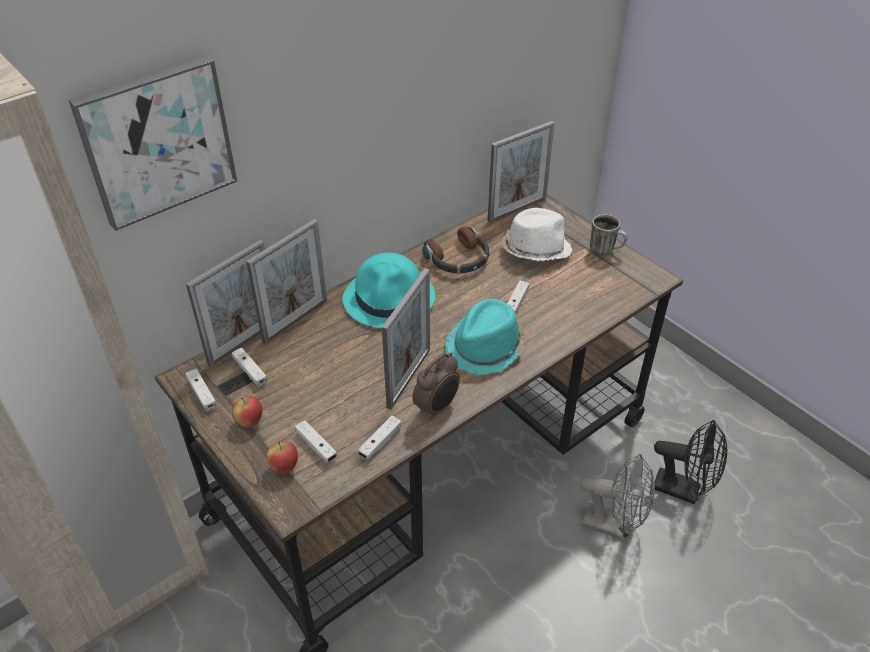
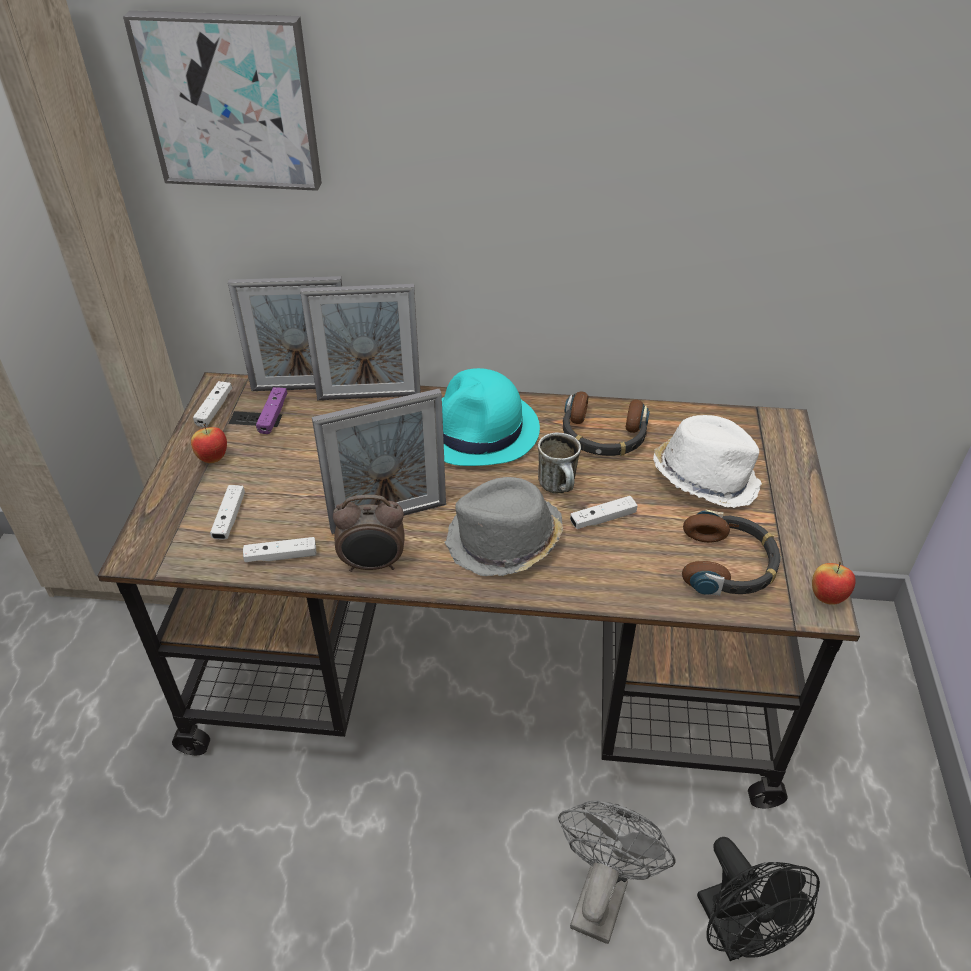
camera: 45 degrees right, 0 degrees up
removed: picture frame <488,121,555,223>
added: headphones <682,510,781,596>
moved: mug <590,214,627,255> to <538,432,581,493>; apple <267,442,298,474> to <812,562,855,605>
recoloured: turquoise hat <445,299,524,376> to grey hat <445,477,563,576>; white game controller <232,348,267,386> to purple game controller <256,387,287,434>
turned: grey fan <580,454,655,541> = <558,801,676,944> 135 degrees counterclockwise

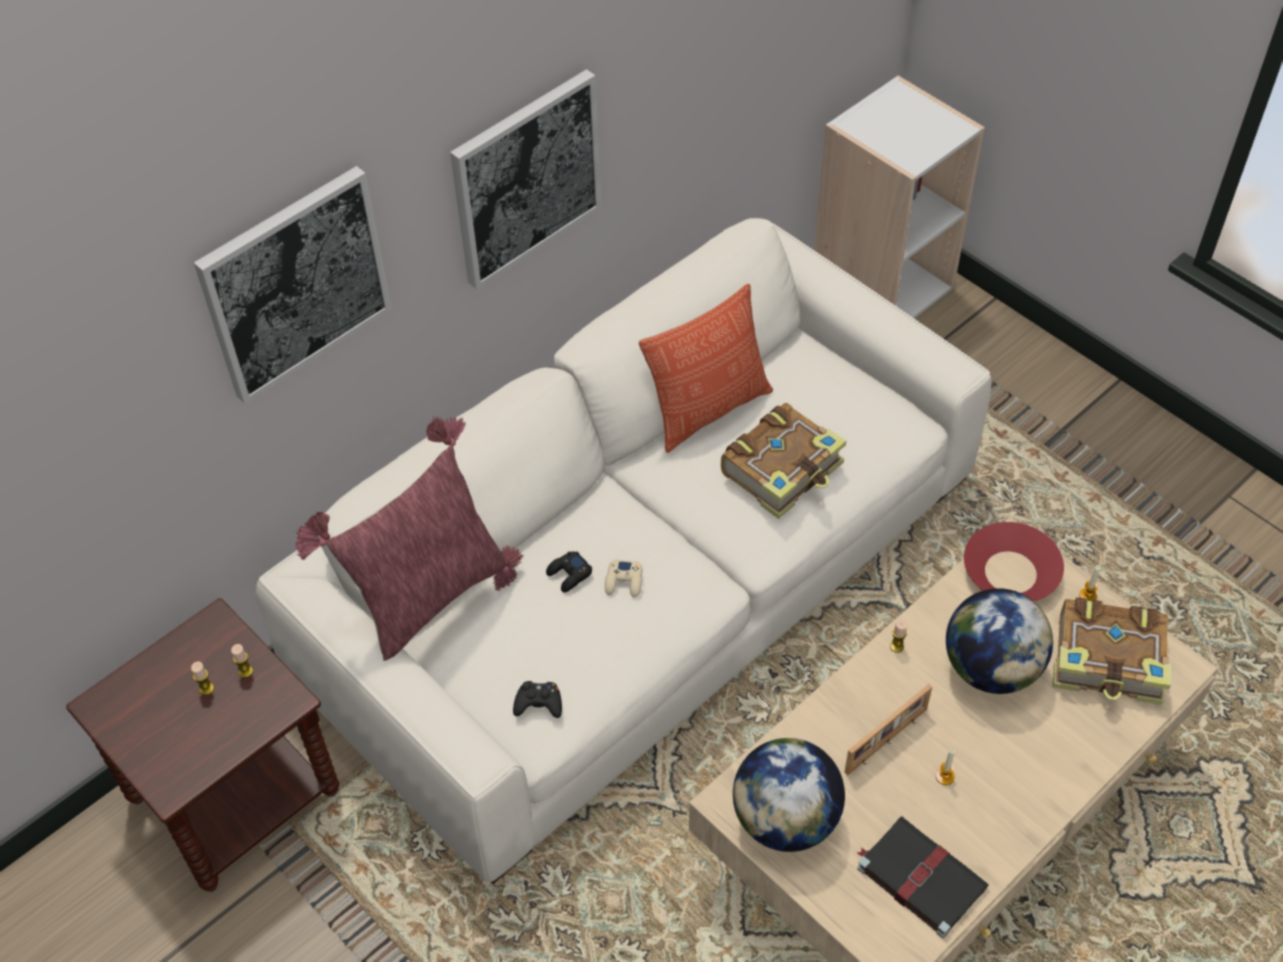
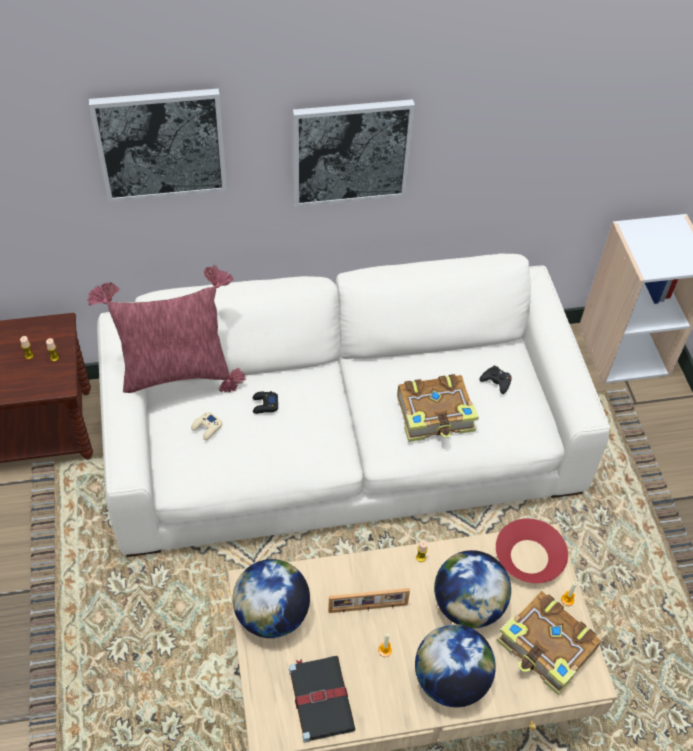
camera: 30 degrees right, 0 degrees up
removed: orange pillow <639,284,773,453>
added: globe <415,624,496,707>
moved: beige game controller <605,559,642,598> to <191,412,222,441>; black game controller <513,681,562,718> to <479,366,511,394>

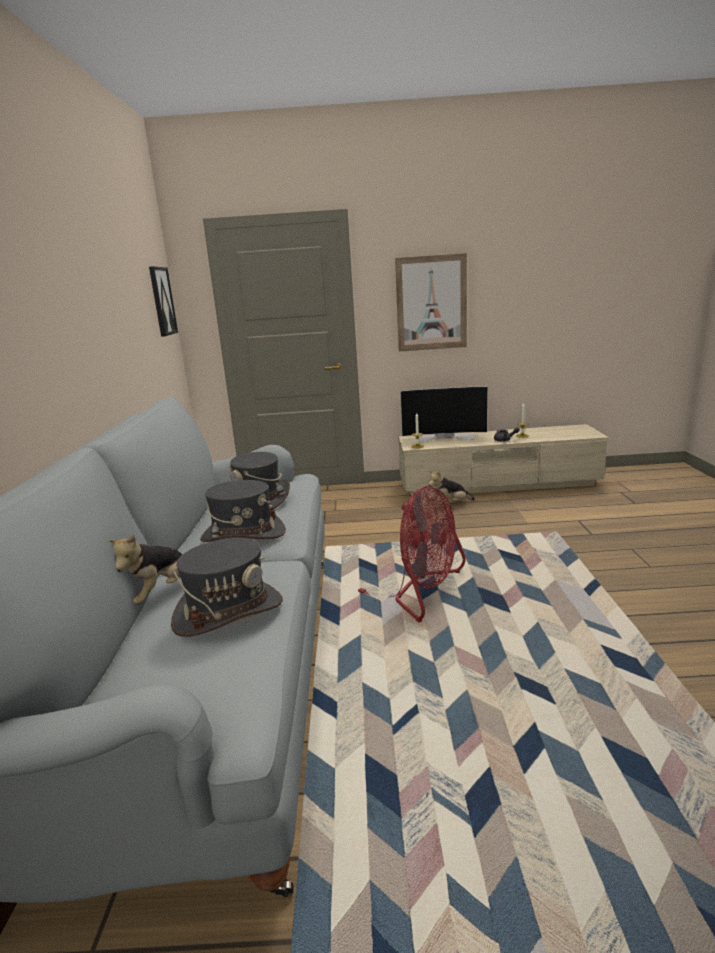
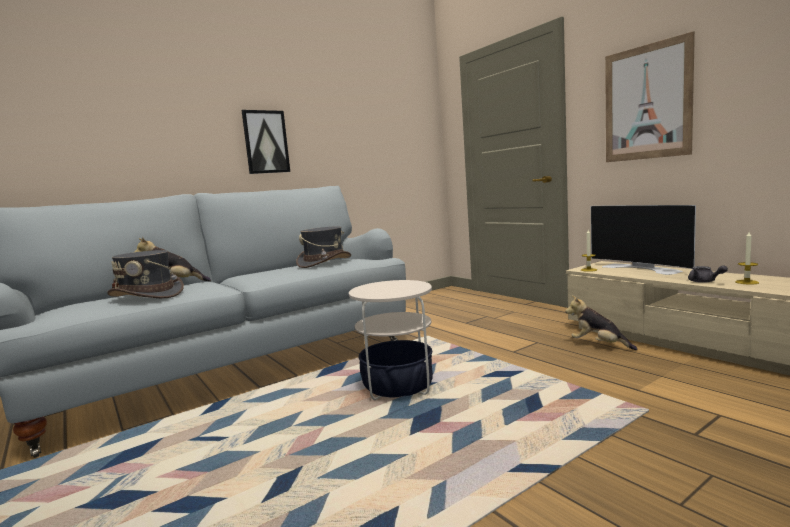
camera: 55 degrees right, 10 degrees down
removed: grey hat <200,480,286,542>
moved: picture <149,266,178,337> to <241,110,290,174>
replaced: red fan <358,486,466,622> to beige side table <349,280,433,400>

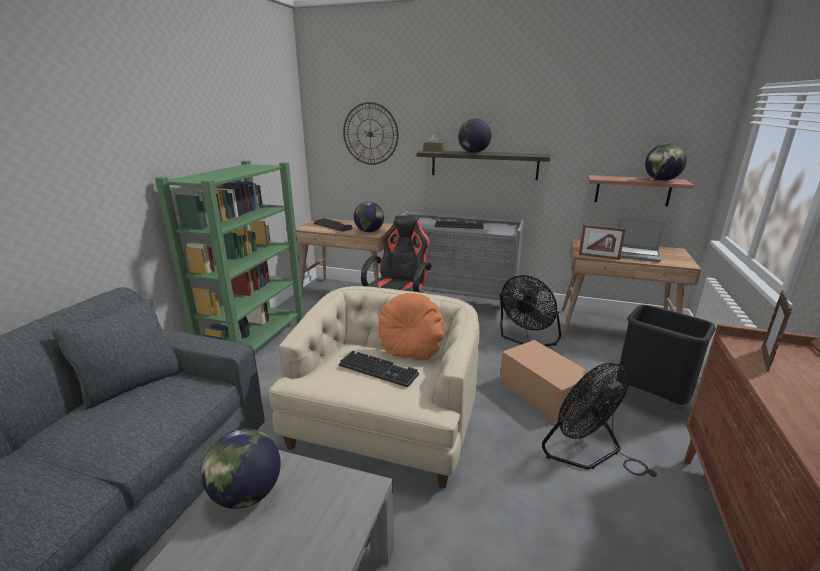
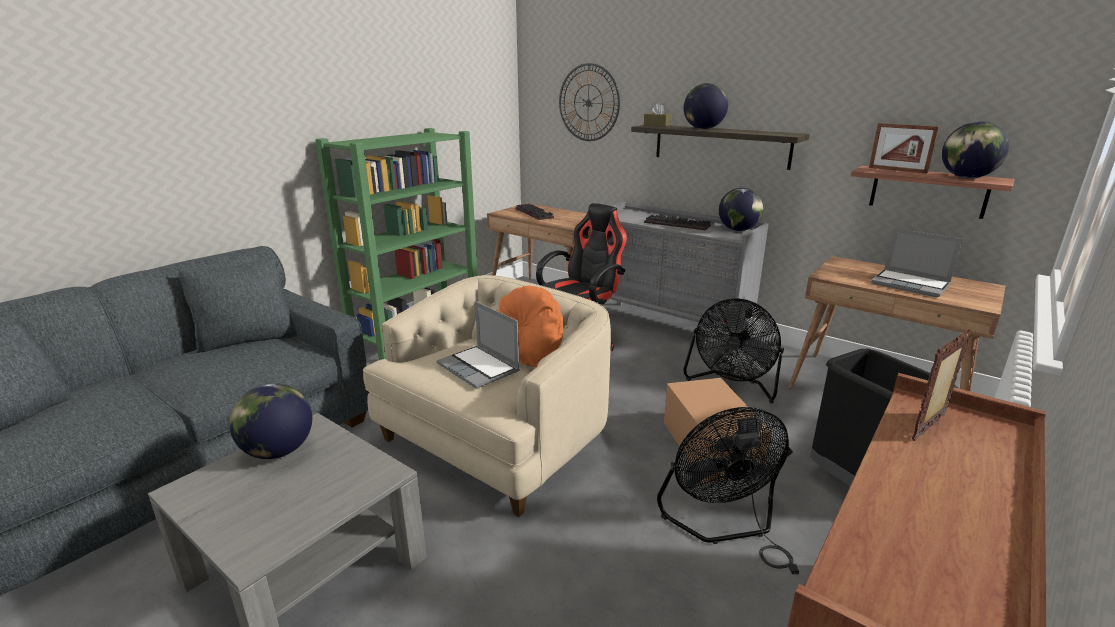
camera: 20 degrees right, 0 degrees up
moved: globe <354,202,384,232> to <719,188,763,231>; picture frame <579,225,626,260> to <869,123,939,174>
replaced: keyboard <339,350,419,387> to laptop <437,301,520,389>
turned: black fan <499,275,561,346> = <684,298,784,403> 150 degrees clockwise

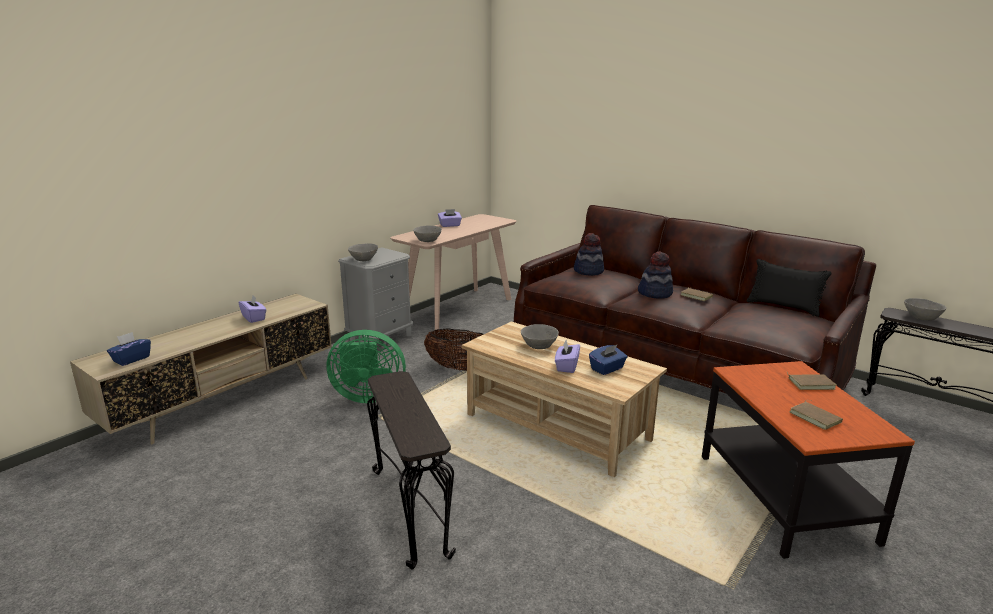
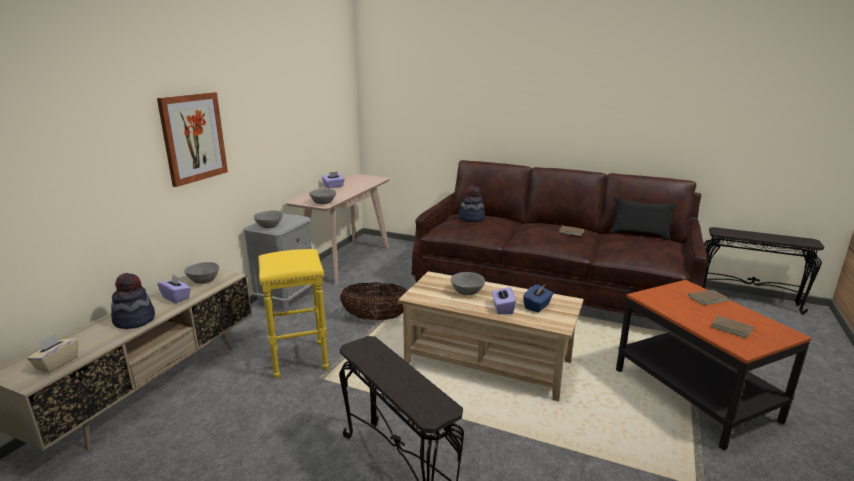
camera: 15 degrees left, 0 degrees up
added: picture <157,92,228,187>
moved: hat <638,252,673,299> to <111,273,155,329>; grey bowl <904,298,947,321> to <184,262,219,284>
replaced: green fan <327,330,406,403> to yellow stool <258,249,329,379>
recoloured: blue tissue box <107,332,151,366> to beige tissue box <27,334,78,373>

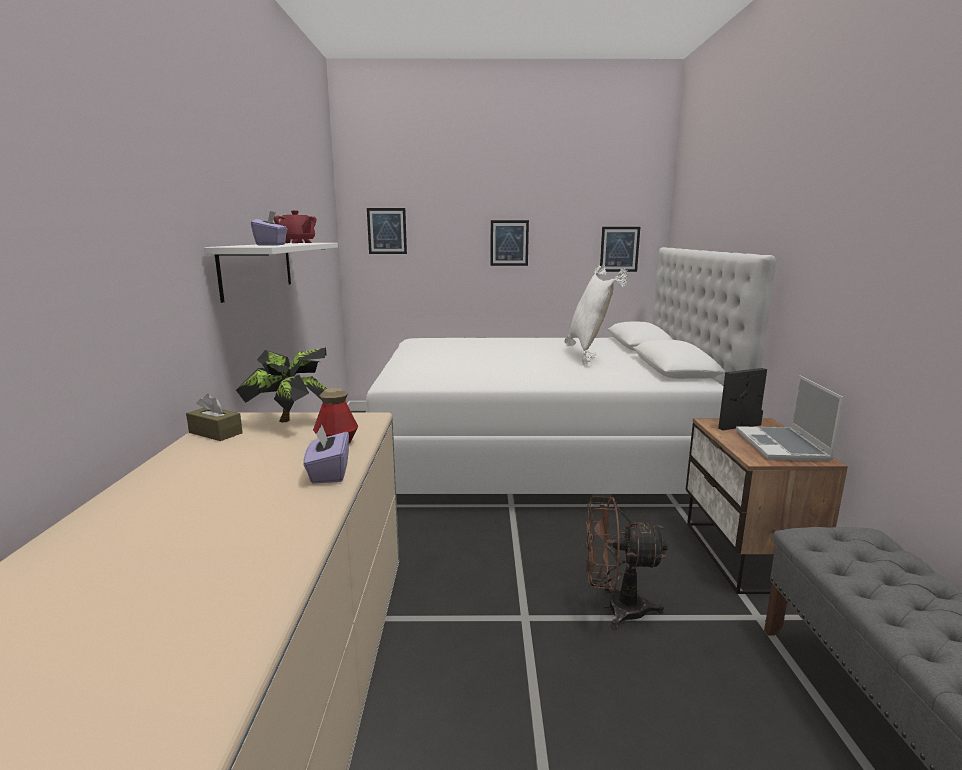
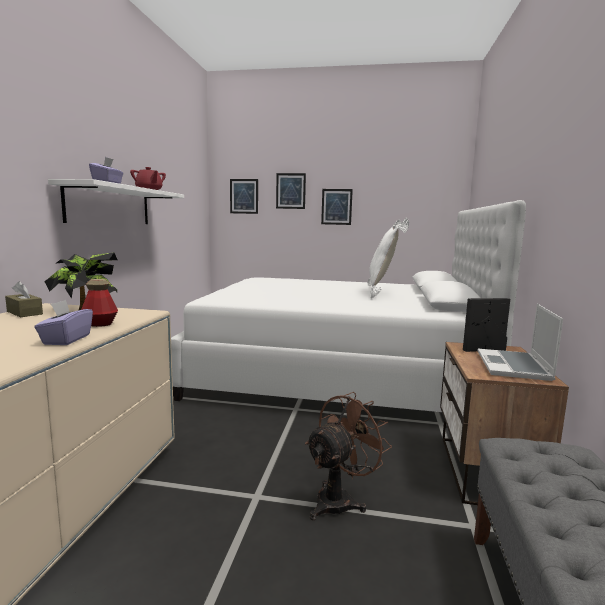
camera: 10 degrees right, 5 degrees down
moved: picture <600,227,640,272> to <276,173,306,209>
turned: brown fan <585,496,668,629> = <305,392,392,521> 120 degrees clockwise

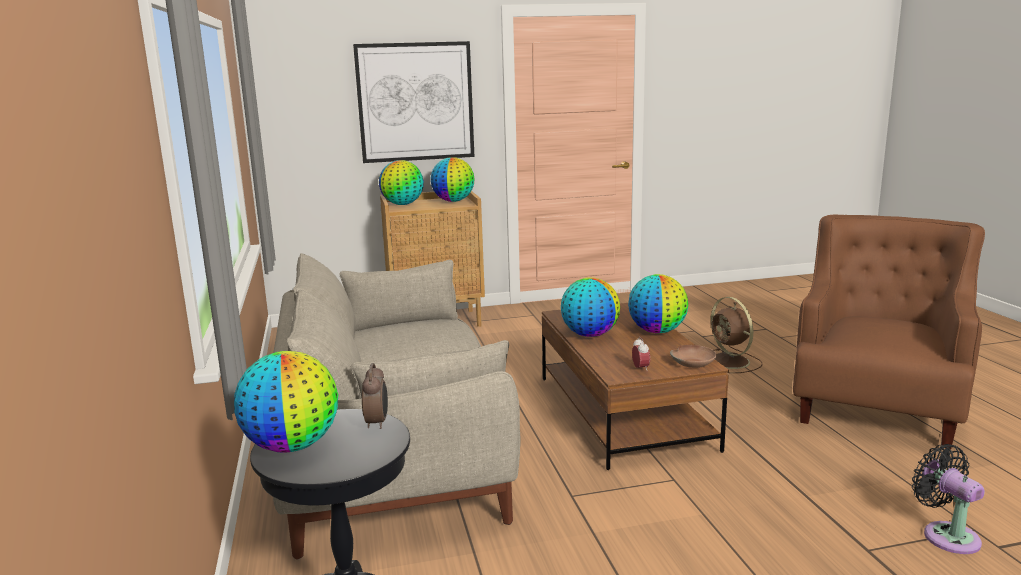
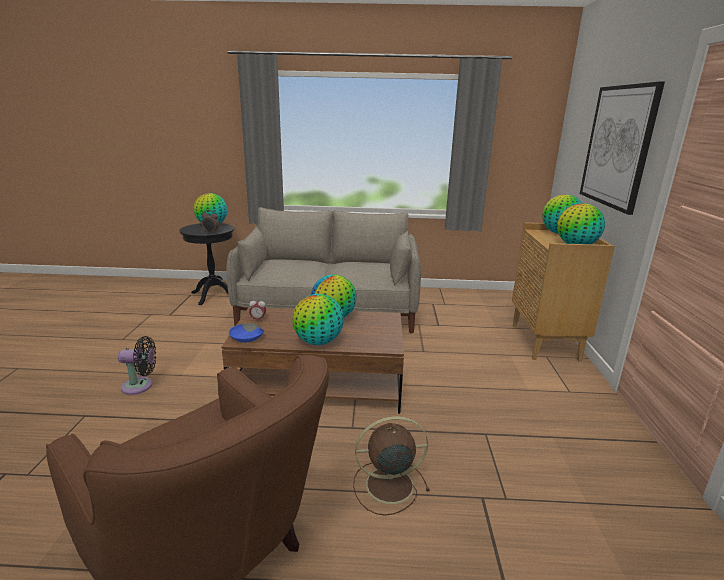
camera: 105 degrees right, 5 degrees up
moved: black fan <912,444,985,554> to <118,336,156,395>
recoloured: brown bowl <670,345,717,368> to blue bowl <229,323,264,343>

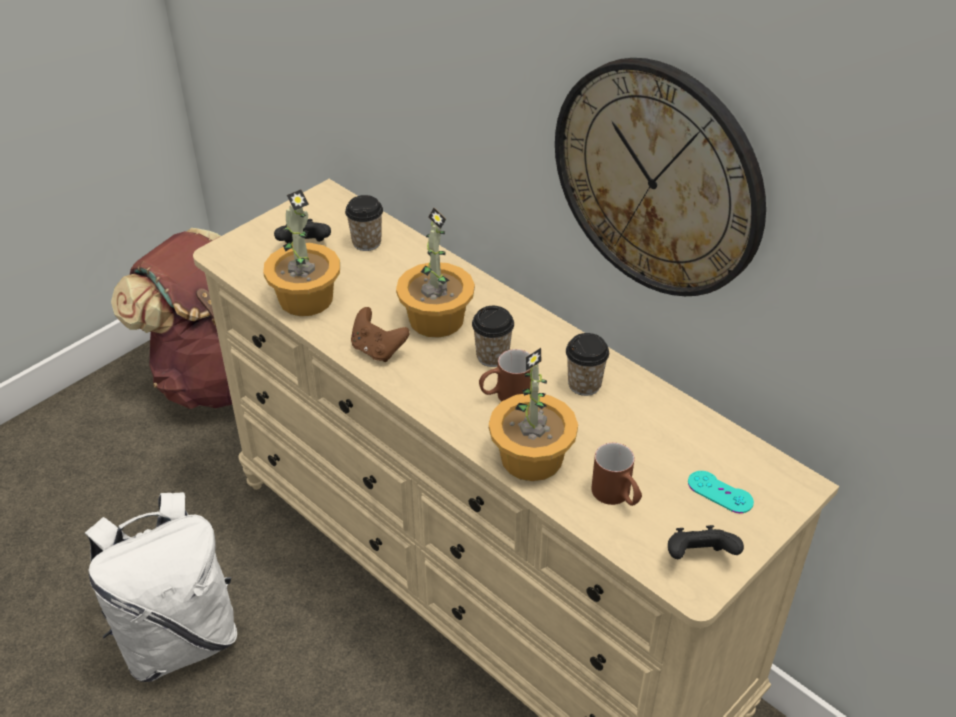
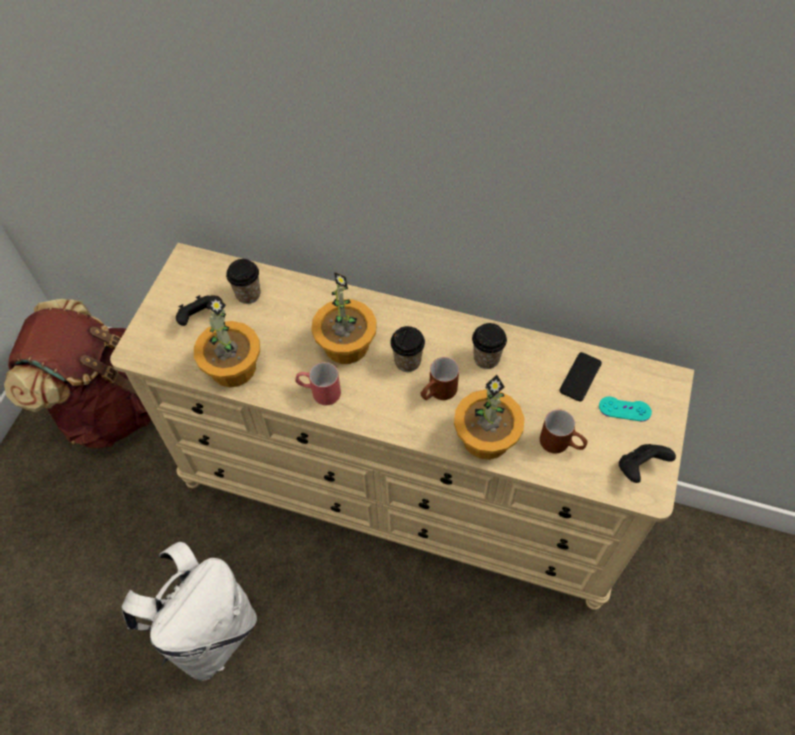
camera: 25 degrees left, 15 degrees up
removed: wall clock <555,58,766,296>
added: phone <560,352,602,402>
replaced: brown game controller <351,307,410,362> to red mug <295,362,341,405>

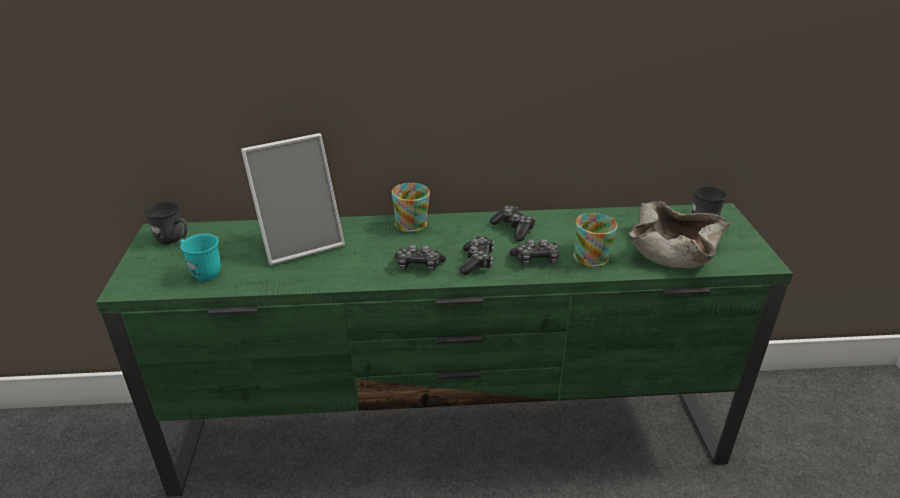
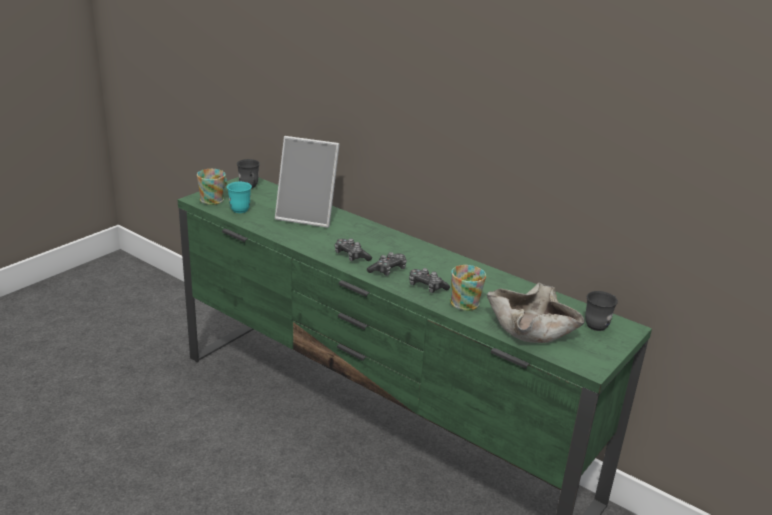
camera: 40 degrees right, 5 degrees down
removed: game controller <489,205,535,241>
moved: mug <391,183,430,233> to <197,169,227,205>

